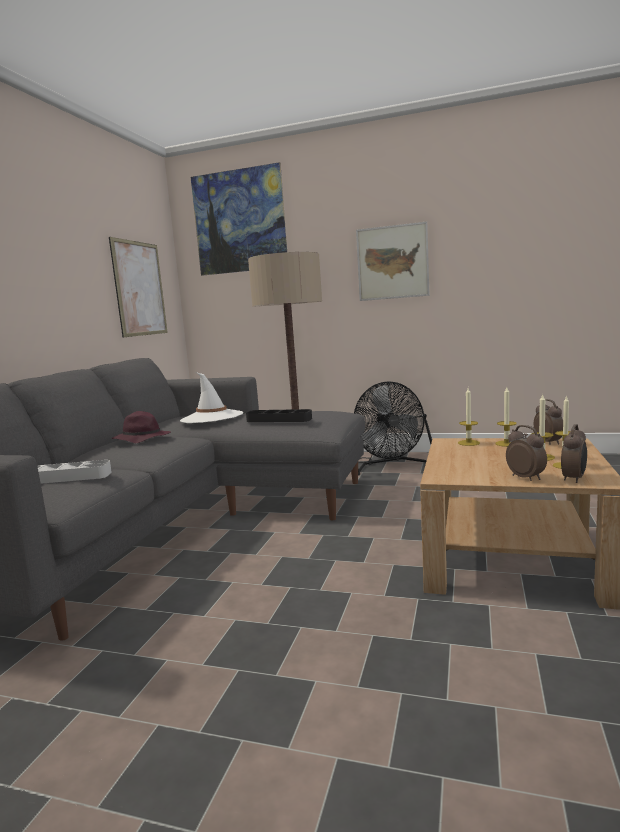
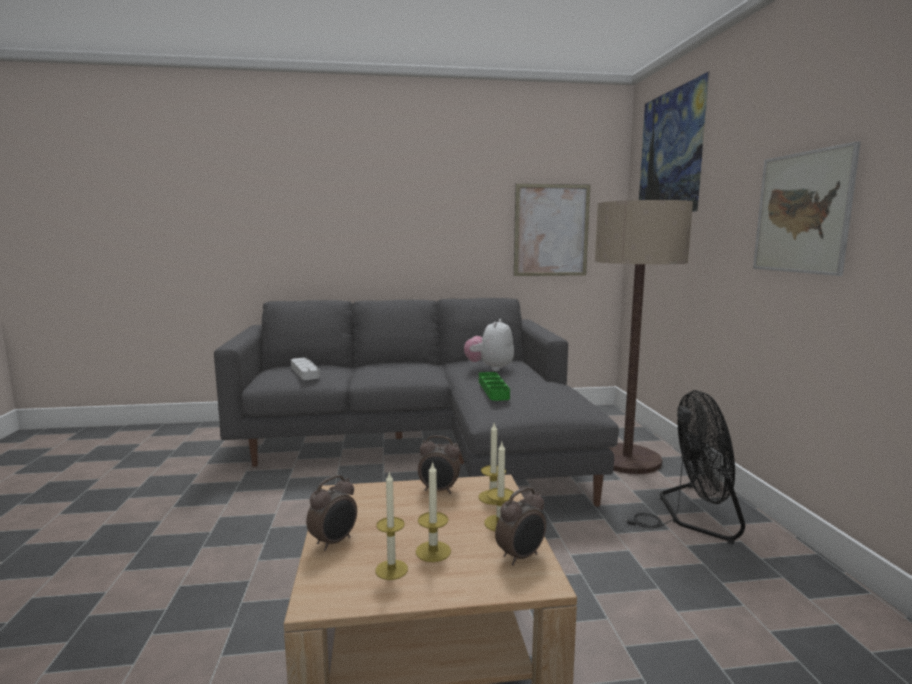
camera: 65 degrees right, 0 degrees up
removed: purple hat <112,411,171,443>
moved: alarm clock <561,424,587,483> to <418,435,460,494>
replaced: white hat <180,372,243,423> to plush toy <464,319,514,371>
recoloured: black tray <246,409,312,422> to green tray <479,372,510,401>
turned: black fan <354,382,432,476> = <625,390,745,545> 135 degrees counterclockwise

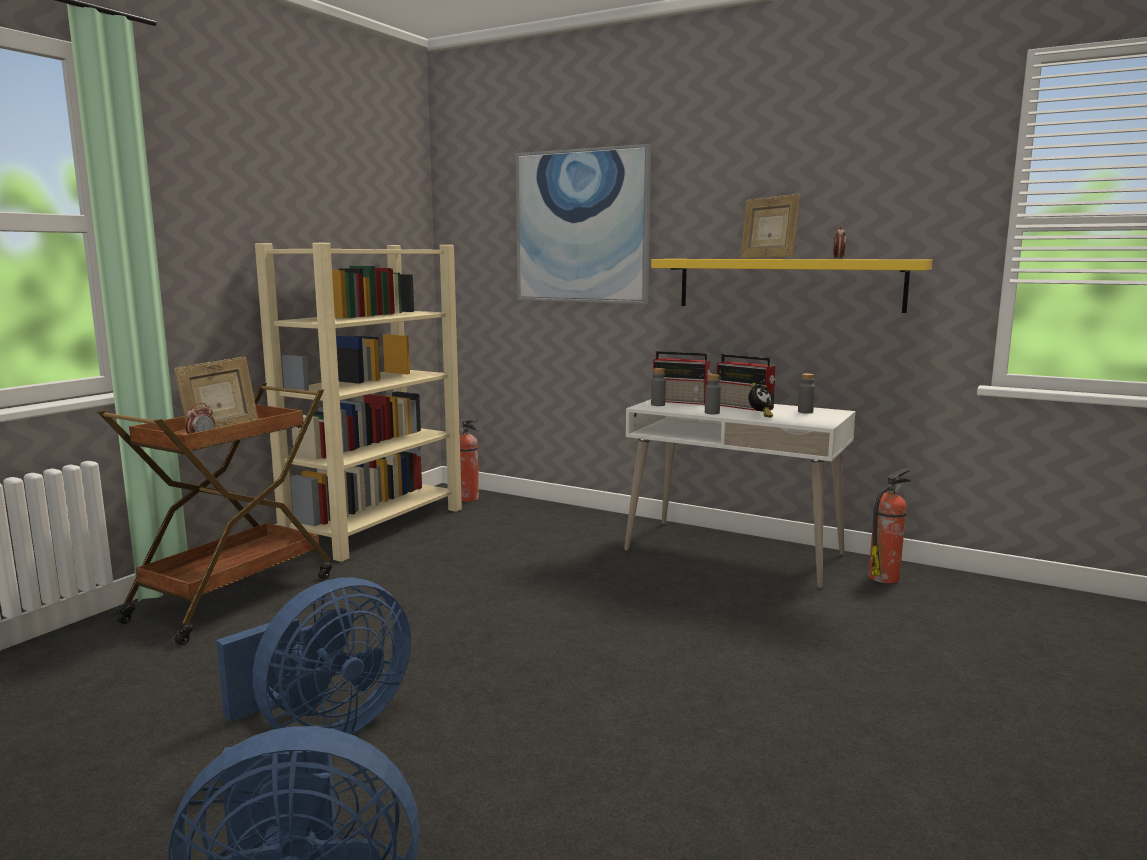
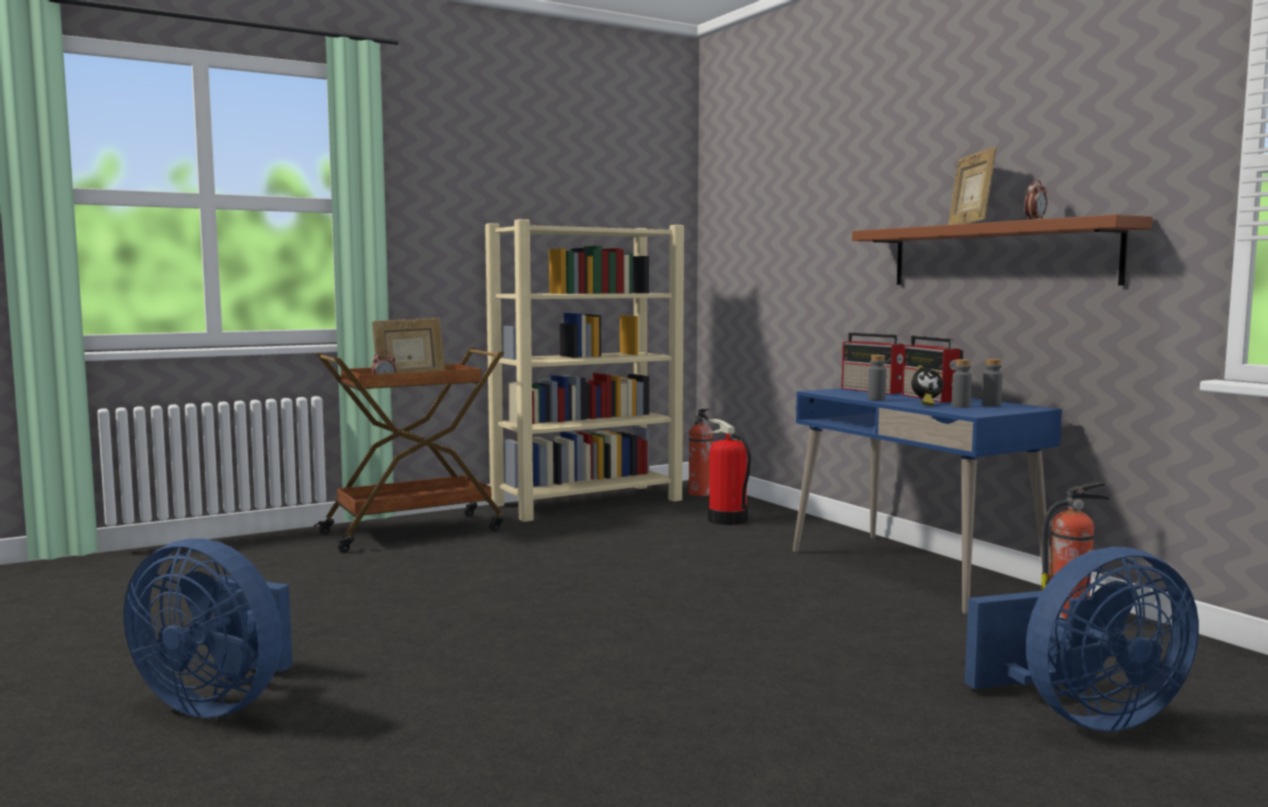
camera: 30 degrees right, 5 degrees down
removed: picture <516,144,651,304>
added: fire extinguisher <708,419,751,525>
moved: grey bottle <651,368,666,406> to <952,359,972,408>; blue fan <216,577,411,735> to <965,547,1199,732>
recoloured: yellow shelf <651,259,933,313> to brown shelf <852,214,1153,286>; white desk <624,399,856,588> to blue desk <793,388,1062,615>

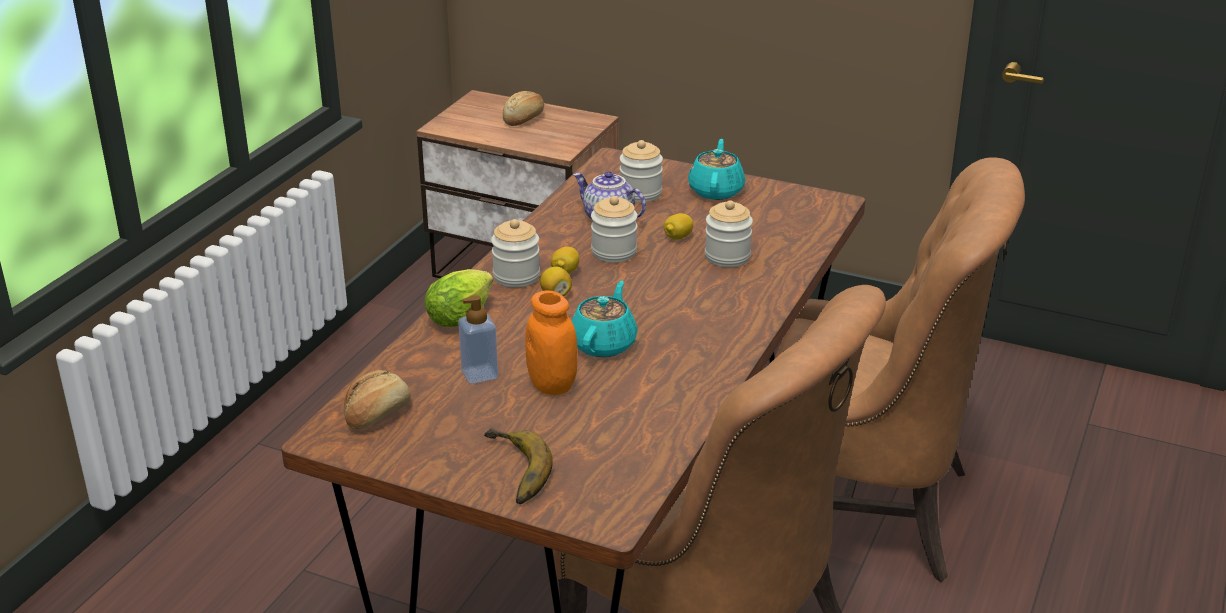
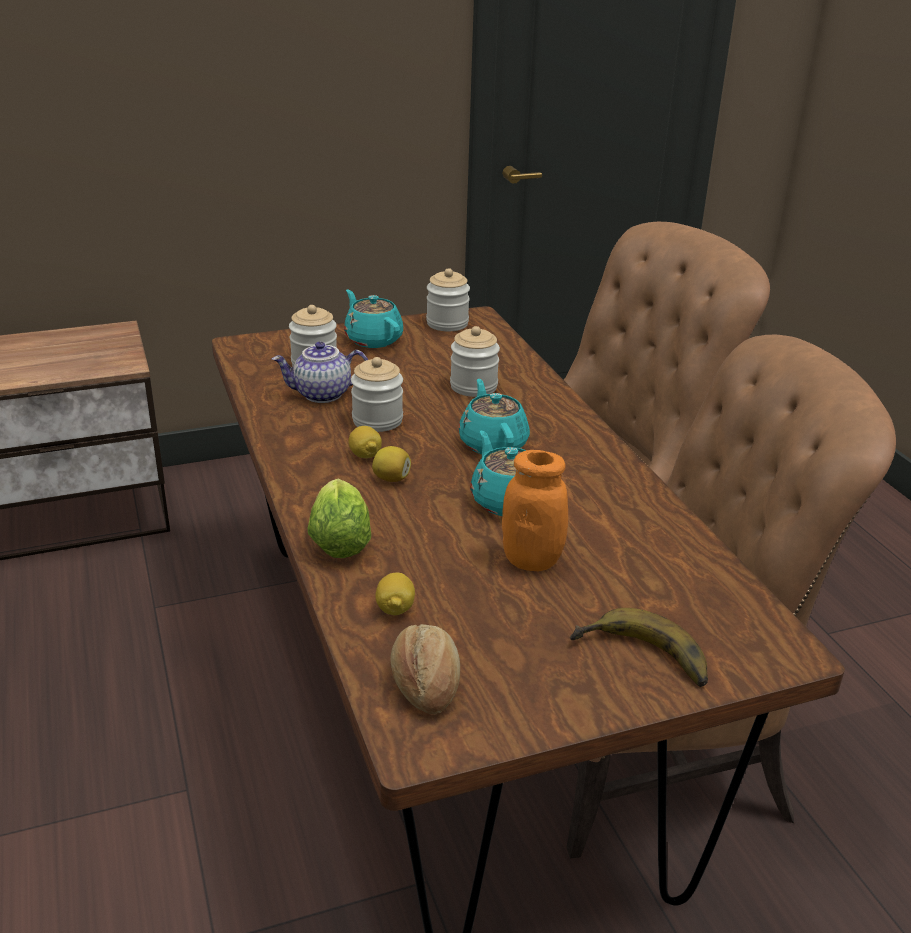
camera: 45 degrees left, 0 degrees up
removed: bread <503,91,544,126>; soap dispenser <458,295,498,384>
added: turquoise teapot <459,379,530,454>
moved: lemon <664,213,693,240> to <375,572,415,615>; jar <491,219,540,287> to <426,268,470,331>

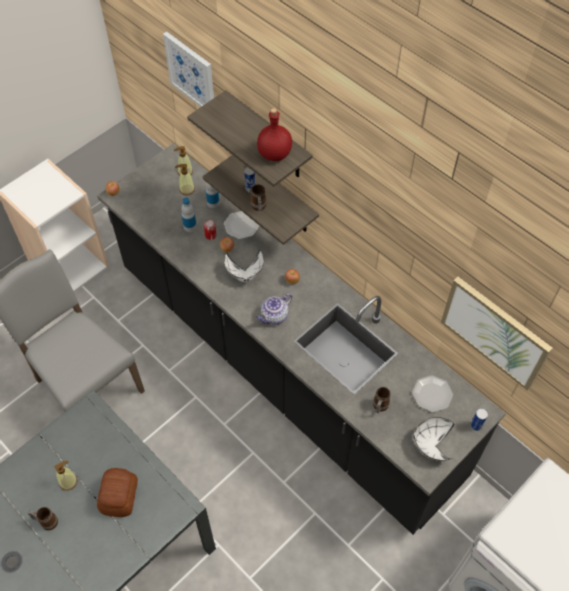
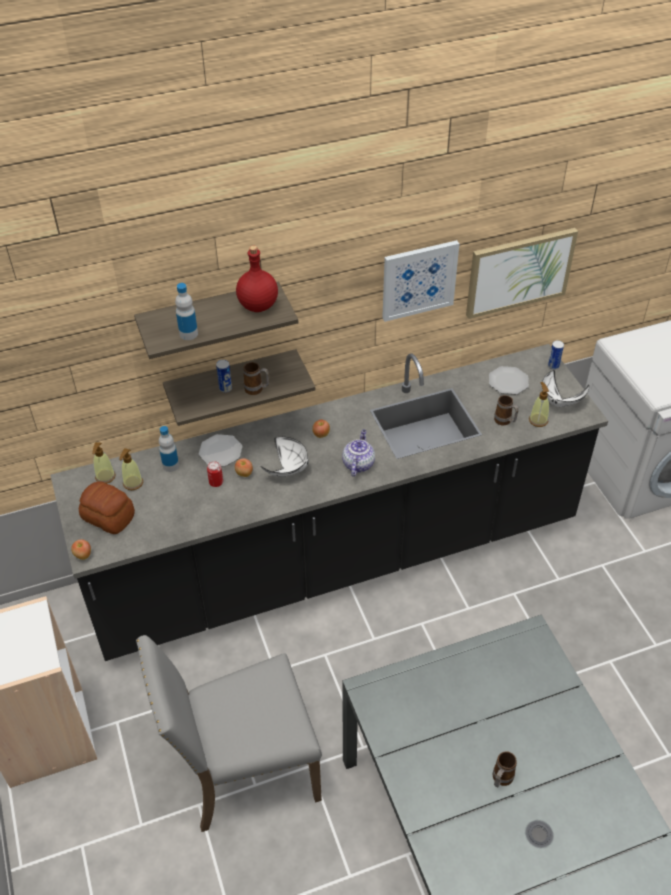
camera: 65 degrees left, 10 degrees down
moved: picture <163,32,214,107> to <382,240,459,322>; bottle <181,197,197,232> to <175,283,198,340>; soap dispenser <54,460,78,491> to <529,382,549,427>; bread <97,468,138,517> to <79,481,135,534>
turned: teapot <256,293,292,325> = <342,430,375,477> 150 degrees counterclockwise

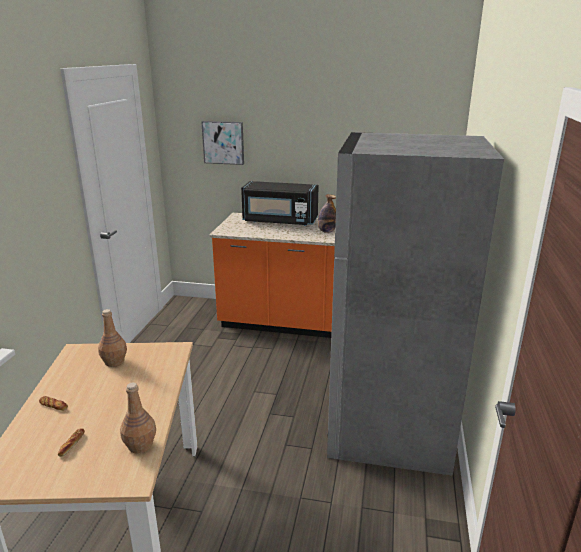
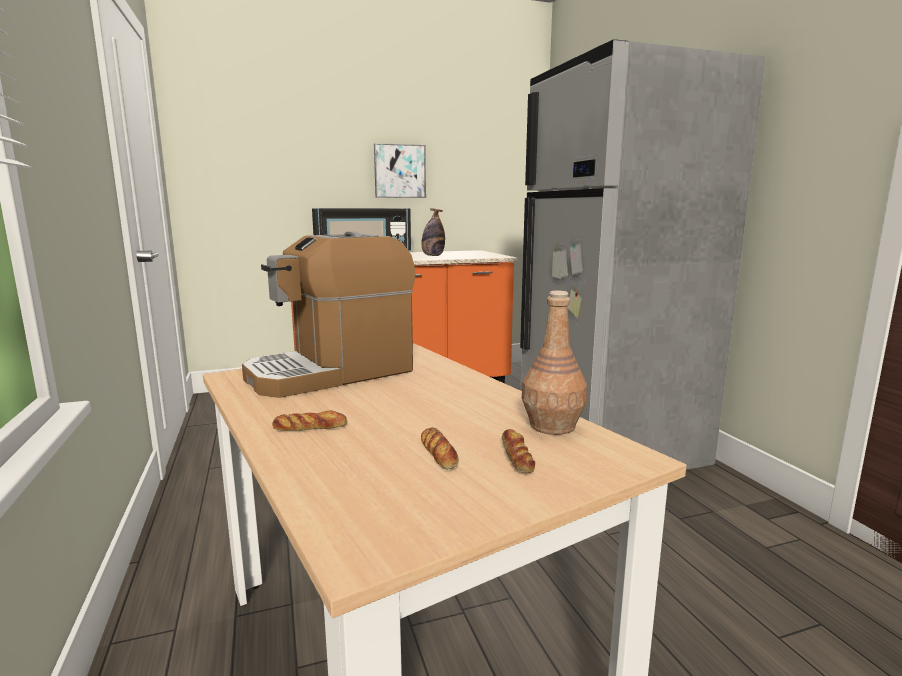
camera: 30 degrees left, 10 degrees down
added: bread <502,429,535,473>
moved: picture <201,121,244,165> to <374,143,426,198>
replaced: brown bottle <98,309,127,367> to coffee machine <242,231,416,398>

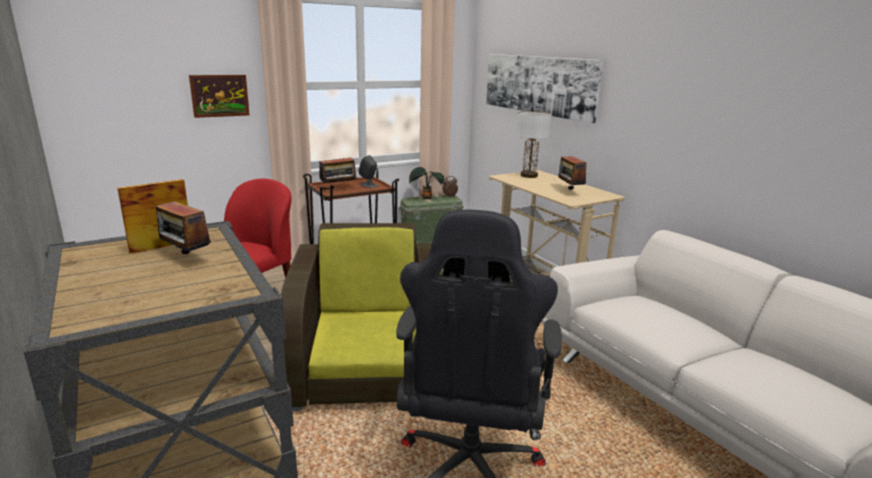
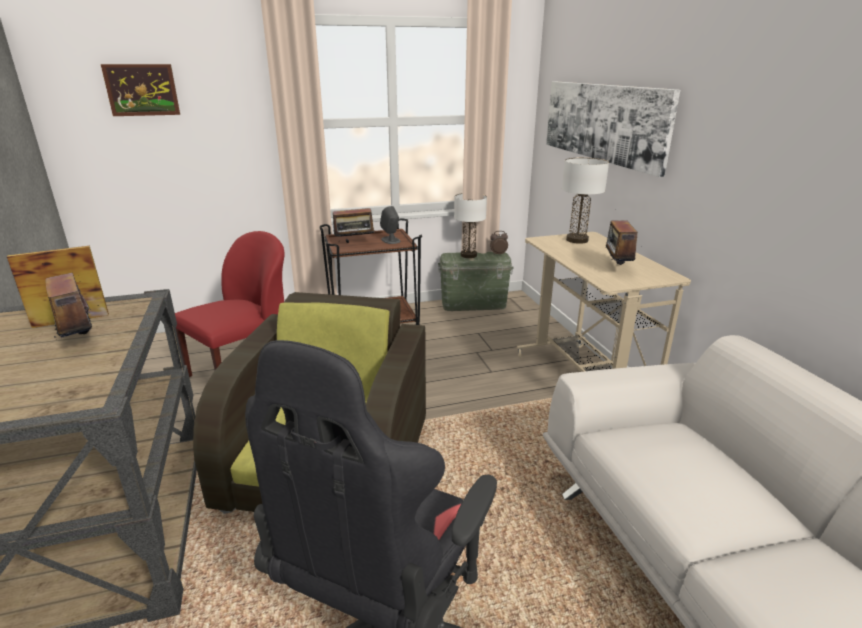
camera: 15 degrees right, 5 degrees up
moved: picture <189,75,250,118> to <101,64,180,116>
replaced: potted plant <409,167,444,199> to table lamp <454,193,487,258>

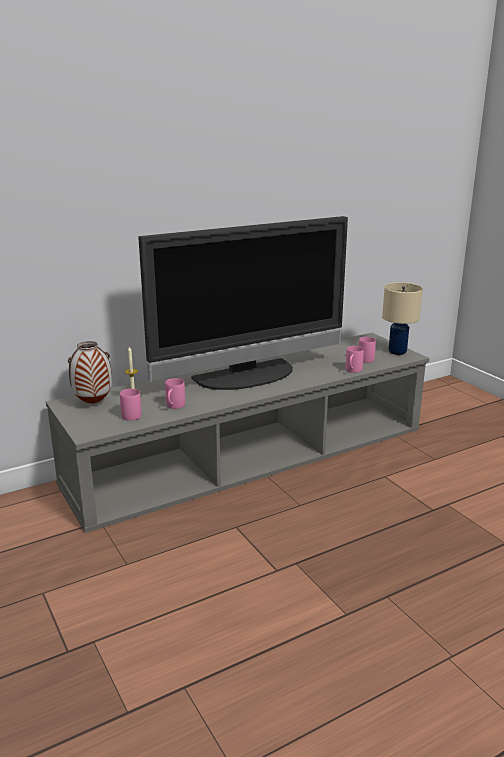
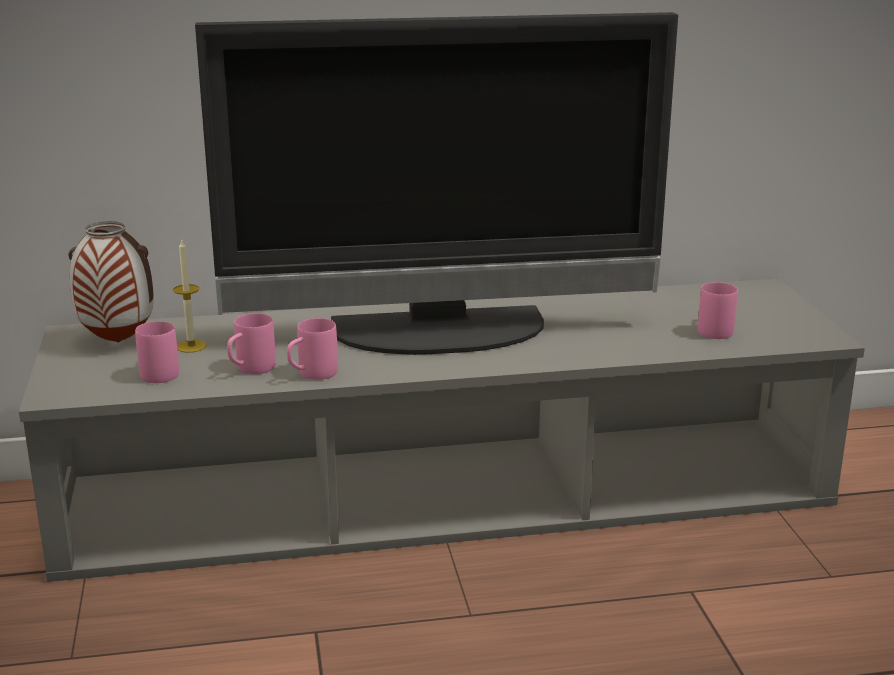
camera: 20 degrees right, 0 degrees up
removed: beige table lamp <382,282,423,355>
moved: pink mug <346,346,364,373> to <287,318,338,380>

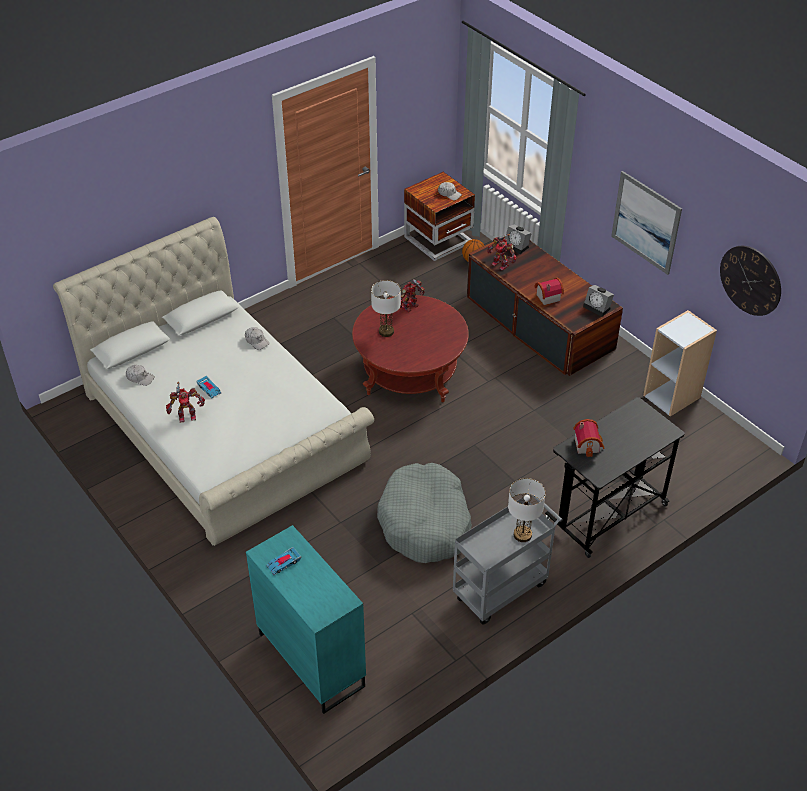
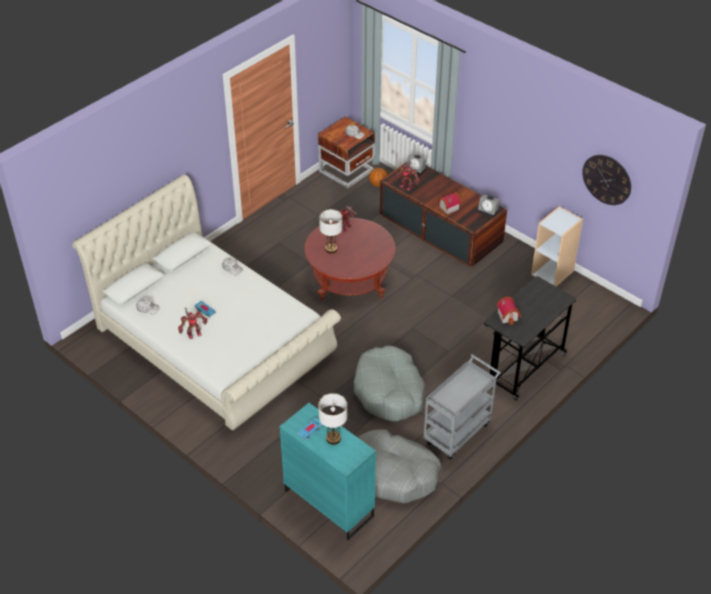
camera: 10 degrees left, 0 degrees up
removed: picture <611,171,682,275>
added: grey dog bed <358,429,441,503>
moved: table lamp <508,478,546,542> to <318,393,347,445>

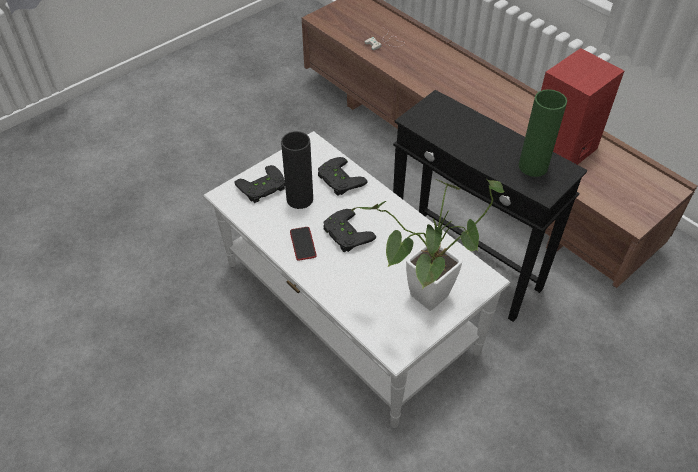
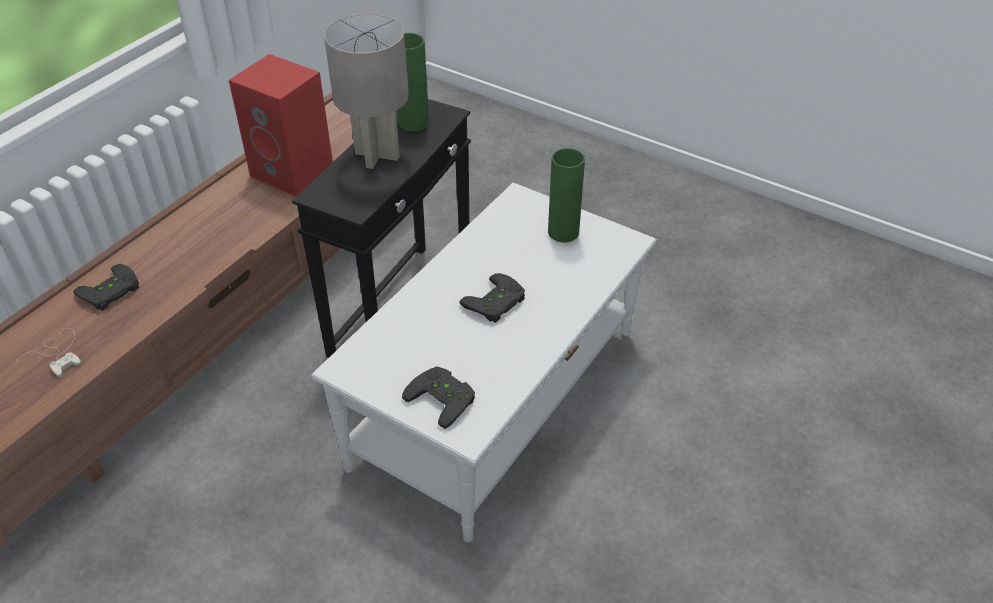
camera: 105 degrees left, 5 degrees down
removed: black vase <281,131,313,209>; phone <290,227,317,261>
added: grey table lamp <324,14,409,169>
moved: black game controller <318,157,367,196> to <73,264,139,311>
replaced: potted plant <351,179,505,311> to green vase <548,148,585,242>

